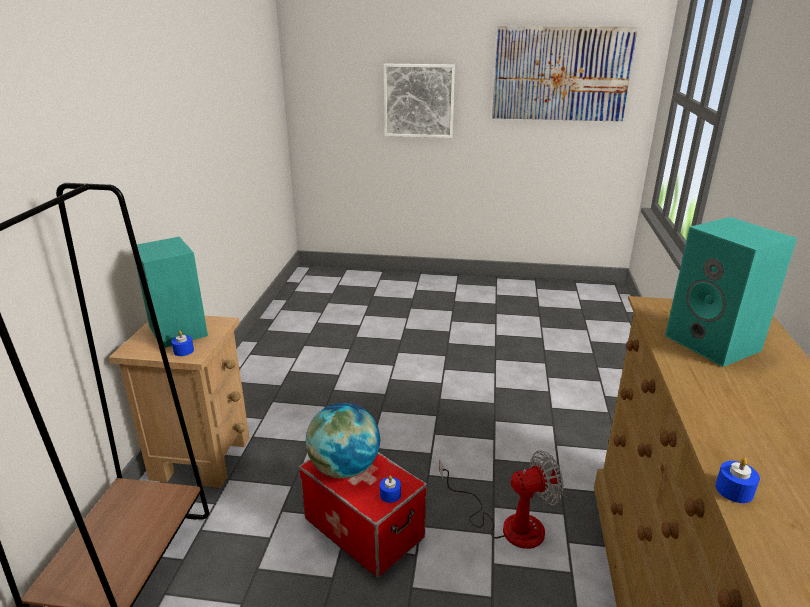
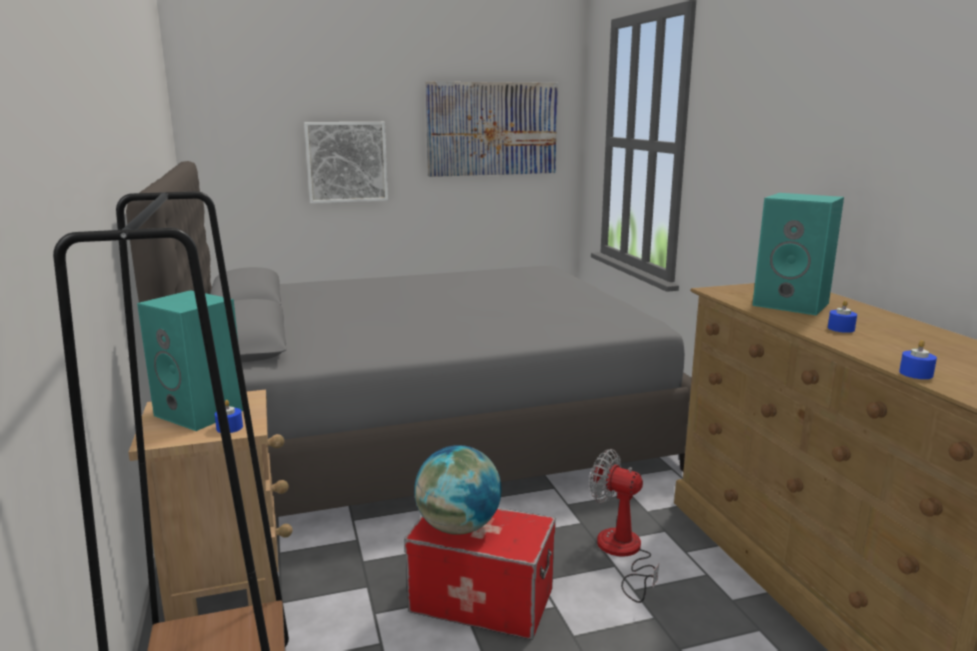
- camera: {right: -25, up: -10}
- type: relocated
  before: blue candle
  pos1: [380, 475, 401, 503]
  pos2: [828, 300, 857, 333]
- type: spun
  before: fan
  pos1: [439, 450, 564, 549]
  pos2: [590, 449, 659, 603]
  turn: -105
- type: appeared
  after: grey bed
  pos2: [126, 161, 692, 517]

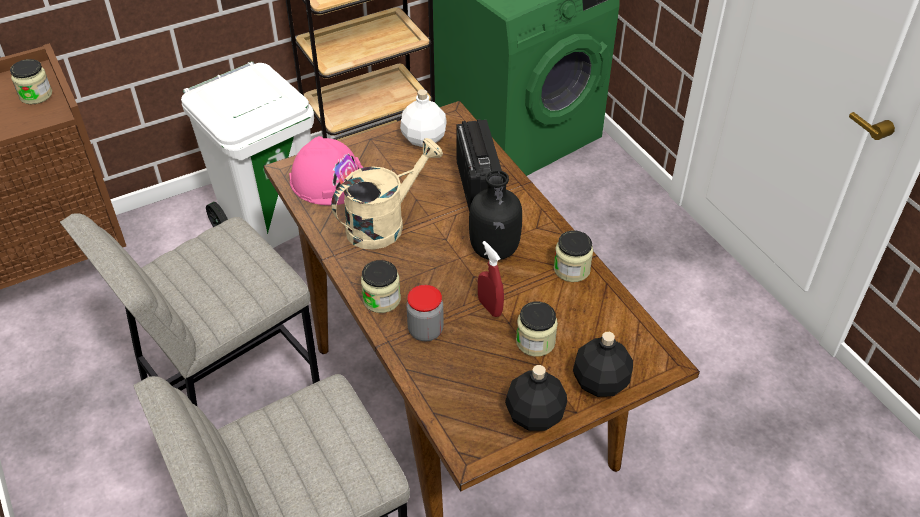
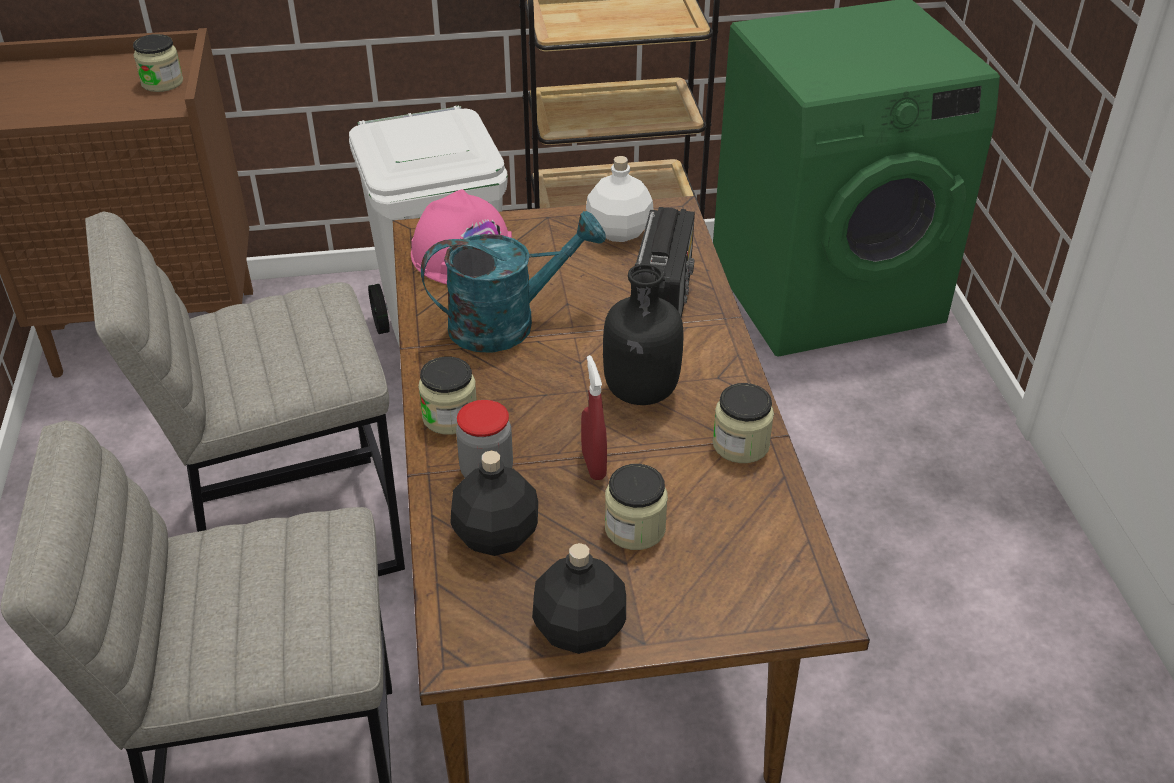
- camera: {right: 20, up: -5}
- type: colour
  before: beige watering can
  after: turquoise watering can
  pos1: [331, 138, 443, 249]
  pos2: [421, 211, 606, 353]
- type: relocated
  before: black bottle
  pos1: [573, 332, 633, 397]
  pos2: [450, 451, 538, 556]

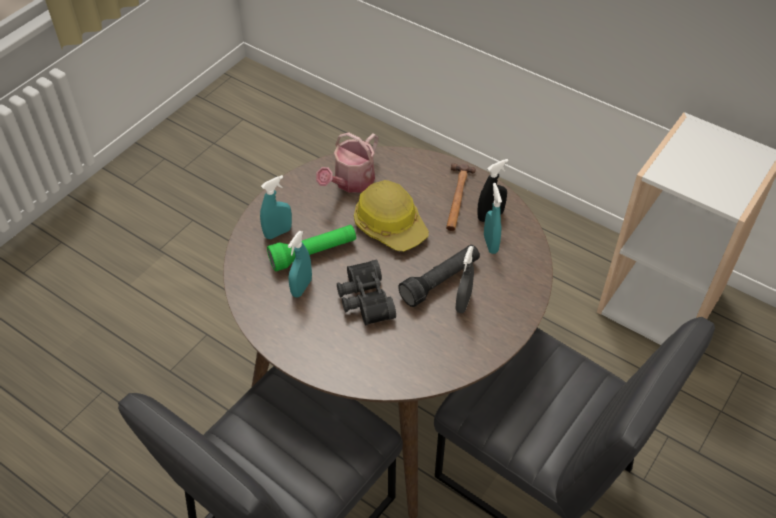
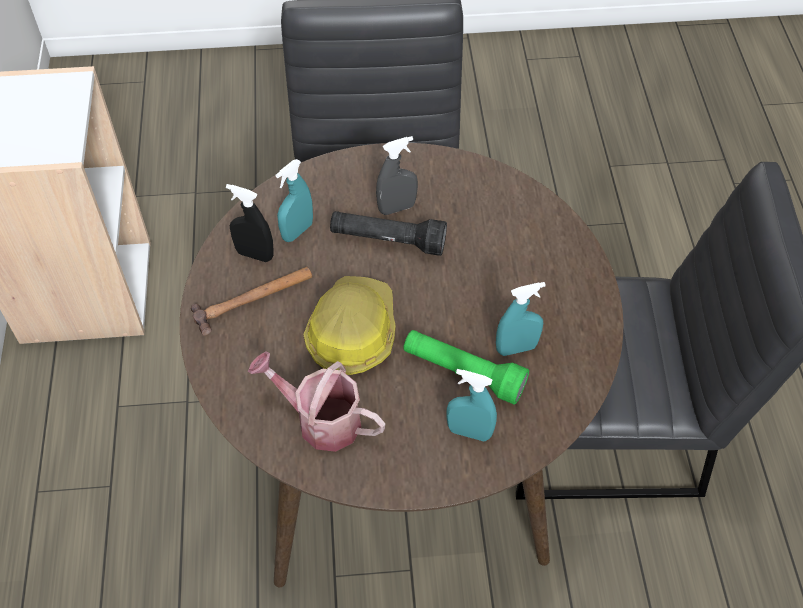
- camera: {right: -130, up: 5}
- type: spun
  before: watering can
  pos1: [316, 132, 378, 193]
  pos2: [248, 351, 385, 452]
  turn: -150
- type: missing
  before: black binoculars
  pos1: [337, 260, 396, 325]

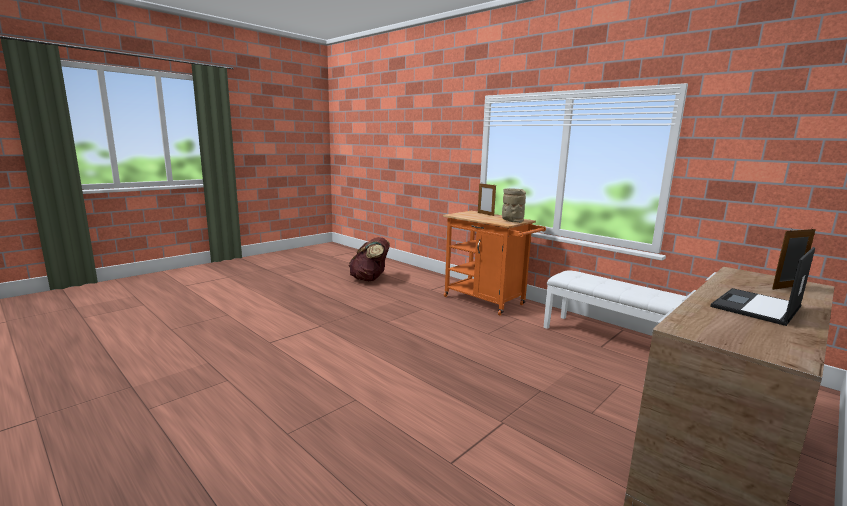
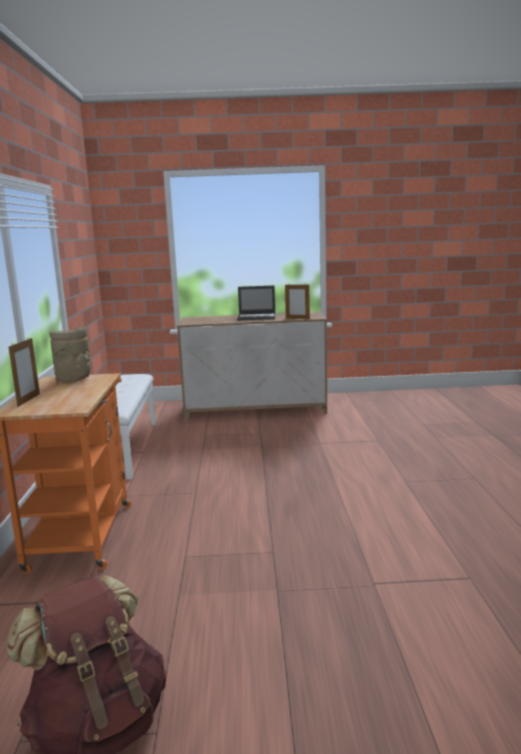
- camera: {right: -135, up: 0}
- type: relocated
  before: picture frame
  pos1: [772, 227, 816, 290]
  pos2: [285, 283, 310, 319]

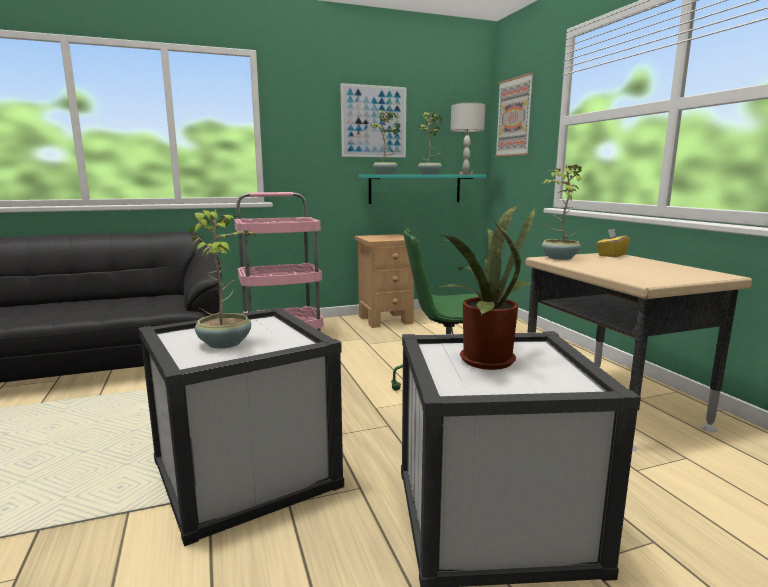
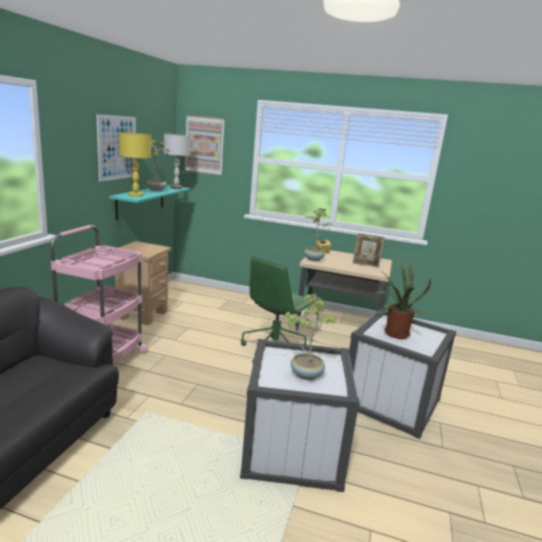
- camera: {right: -55, up: 5}
- type: exchanged
  before: potted plant
  after: yellow table lamp
  pos1: [370, 110, 400, 174]
  pos2: [119, 132, 151, 197]
- type: appeared
  after: picture frame
  pos2: [353, 233, 385, 267]

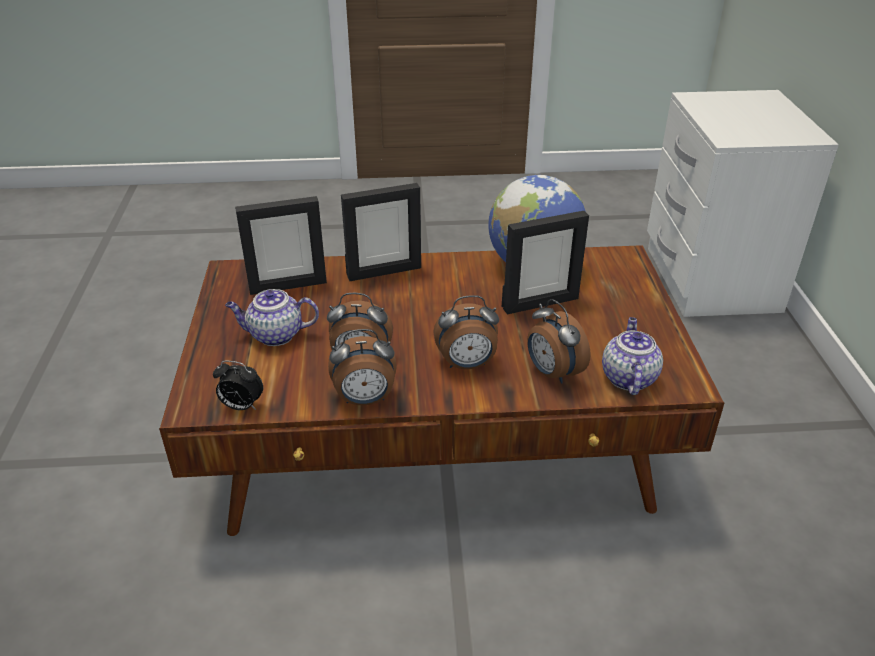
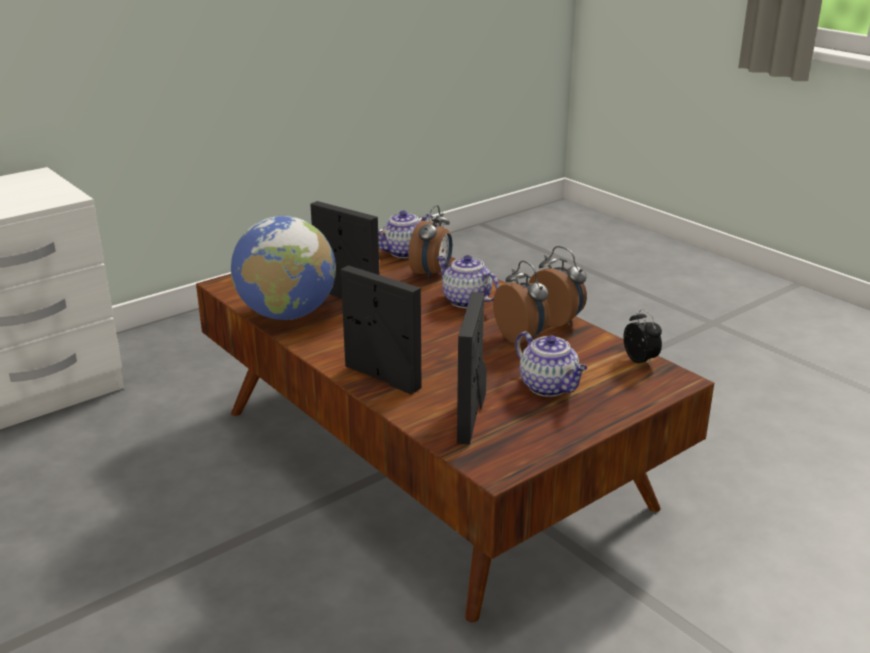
- camera: {right: -125, up: -10}
- type: spun
  before: picture frame
  pos1: [235, 196, 327, 295]
  pos2: [457, 292, 487, 445]
  turn: -120
- type: exchanged
  before: alarm clock
  after: teapot
  pos1: [433, 295, 499, 369]
  pos2: [437, 255, 500, 308]

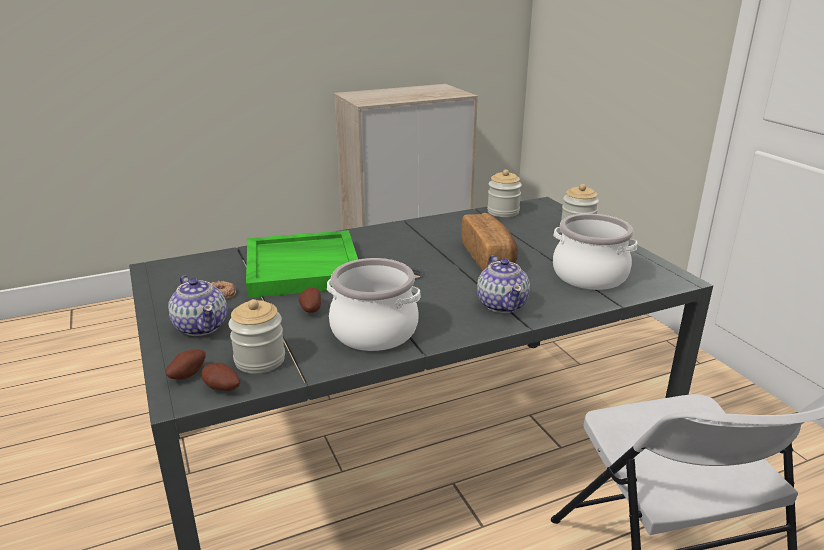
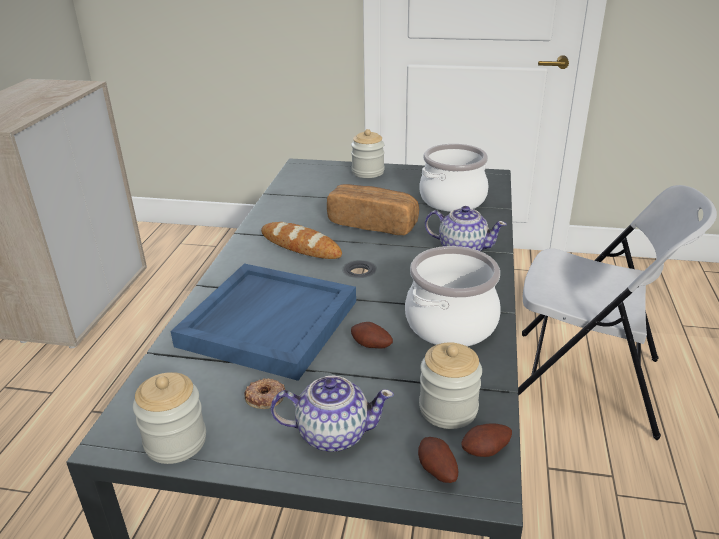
- camera: {right: -55, up: 5}
- type: colour
  before: green tray
  after: blue tray
  pos1: [246, 230, 358, 298]
  pos2: [171, 263, 356, 381]
- type: relocated
  before: jar
  pos1: [487, 170, 522, 217]
  pos2: [133, 372, 206, 464]
- type: appeared
  after: bread
  pos2: [261, 222, 342, 259]

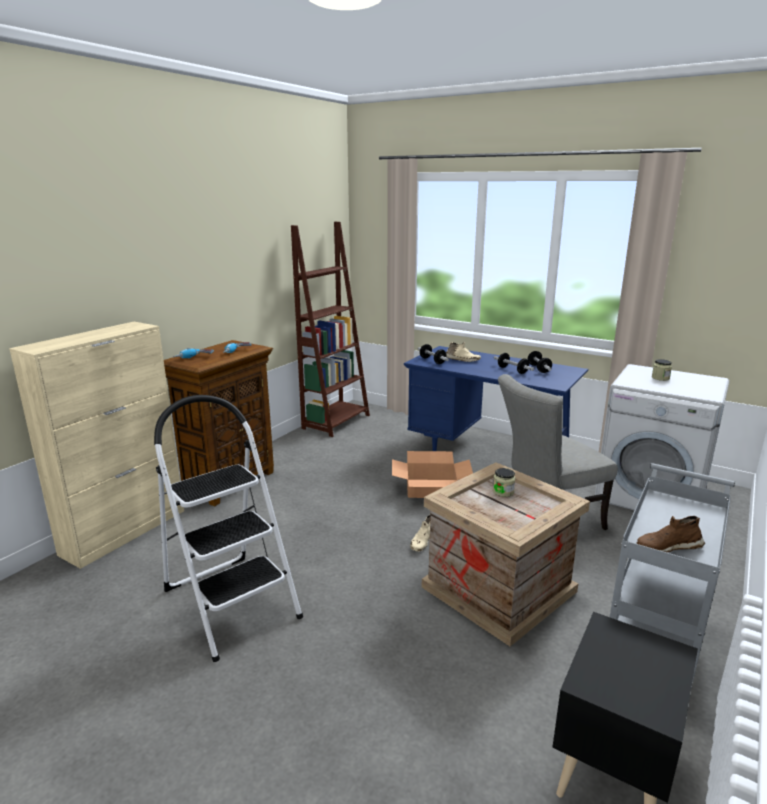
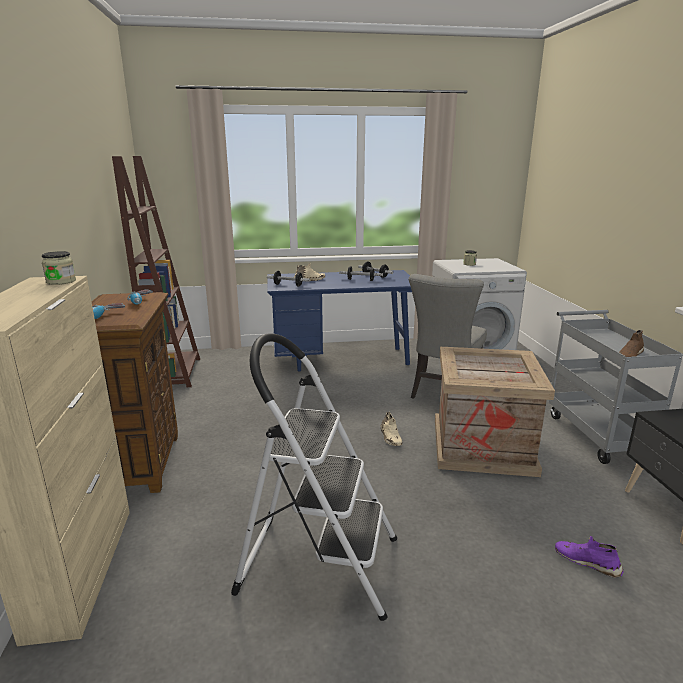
- camera: {right: -40, up: 0}
- type: missing
  before: cardboard box
  pos1: [392, 451, 473, 498]
- type: relocated
  before: jar
  pos1: [493, 468, 515, 497]
  pos2: [42, 251, 76, 285]
- type: appeared
  after: purple shoe
  pos2: [555, 536, 623, 578]

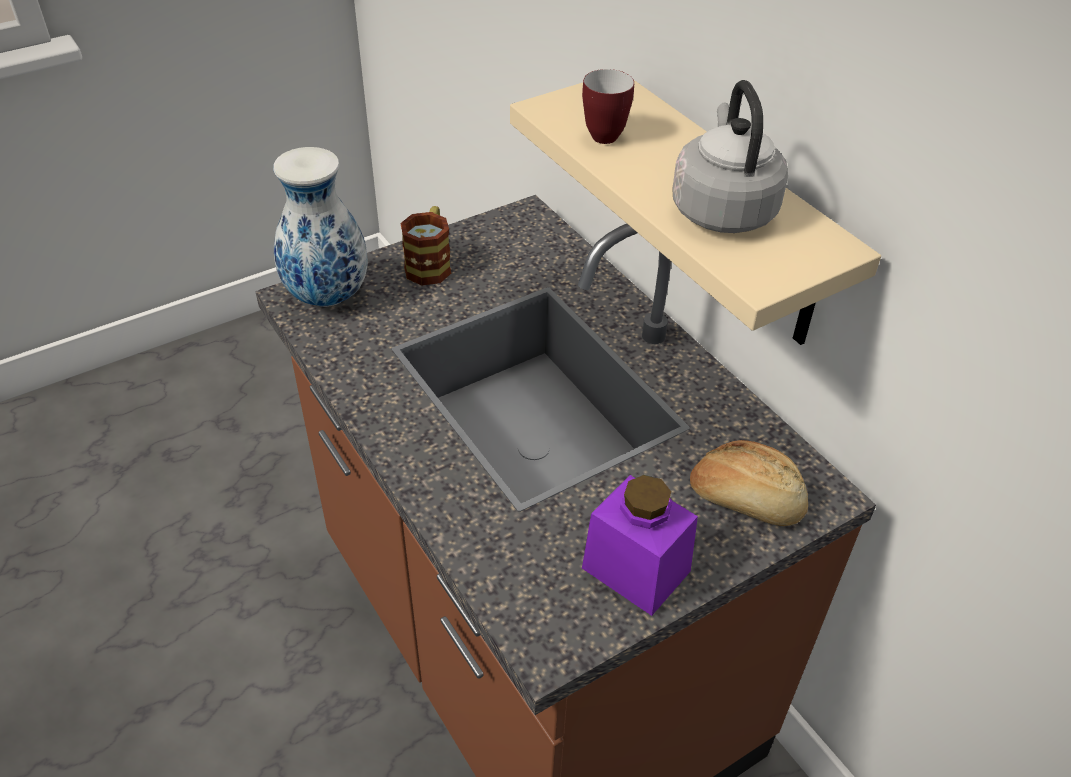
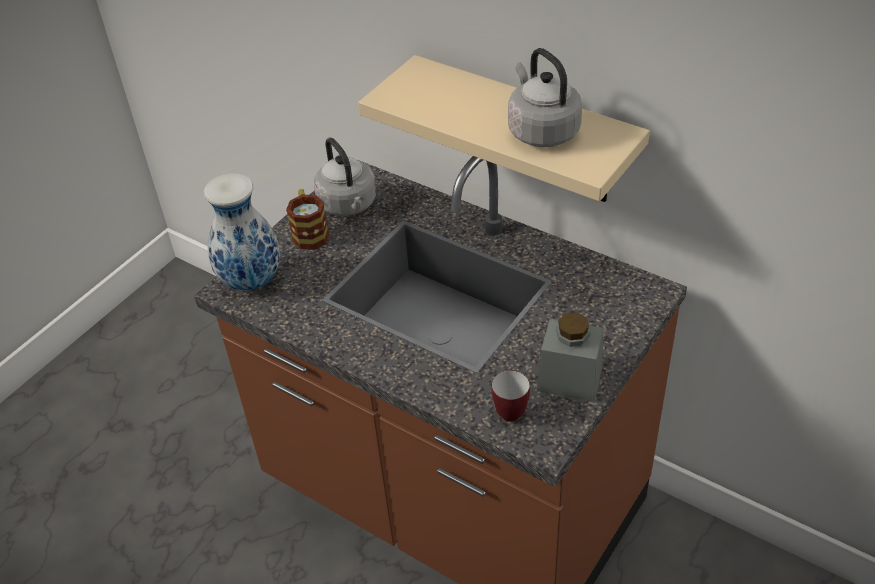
- camera: {right: -20, up: 0}
- type: relocated
  before: mug
  pos1: [582, 69, 634, 144]
  pos2: [491, 370, 530, 422]
- type: colour
  before: purple jar
  after: grey jar
  pos1: [582, 475, 698, 616]
  pos2: [537, 312, 604, 402]
- type: missing
  before: bread
  pos1: [690, 440, 808, 526]
- type: appeared
  after: grey kettle
  pos2: [314, 137, 376, 216]

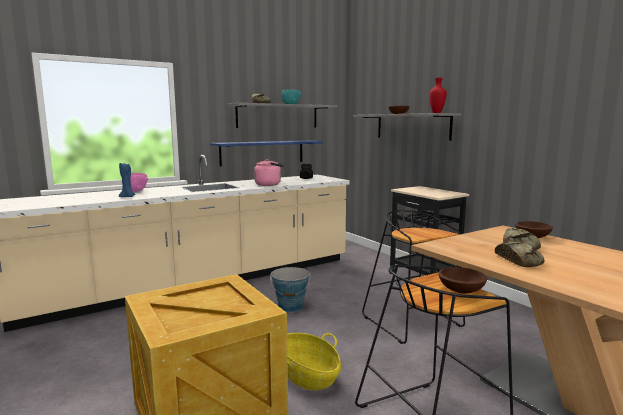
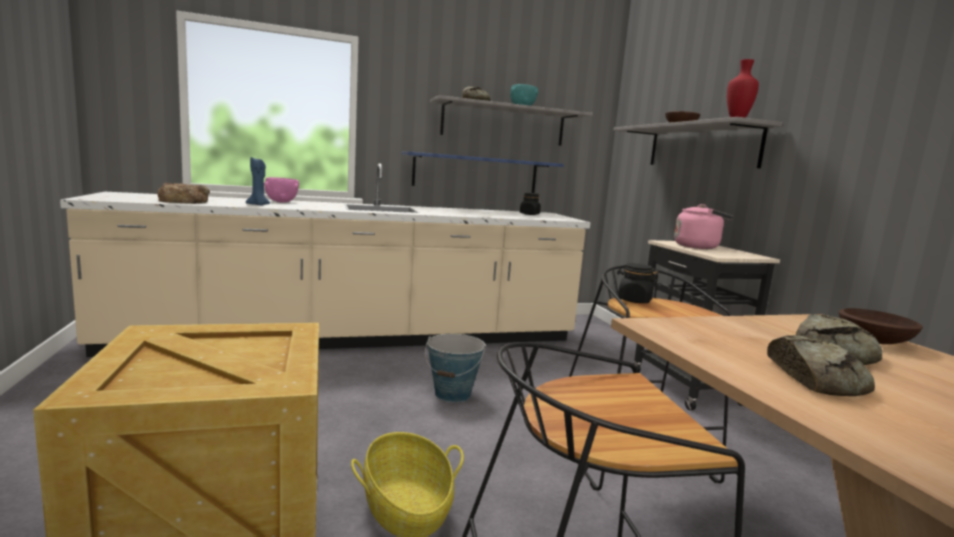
- camera: {right: 15, up: 0}
- type: relocated
  before: pink kettle
  pos1: [254, 159, 284, 186]
  pos2: [674, 204, 734, 249]
- type: missing
  before: brown bowl
  pos1: [438, 267, 488, 293]
- type: appeared
  after: bread
  pos2: [157, 183, 210, 204]
- type: appeared
  after: black jar
  pos2: [617, 263, 658, 303]

